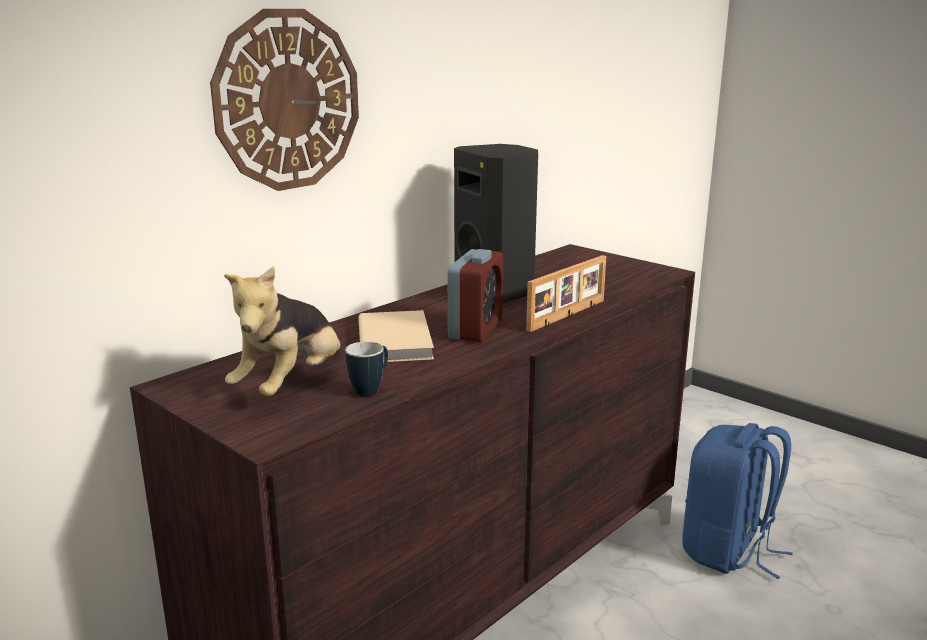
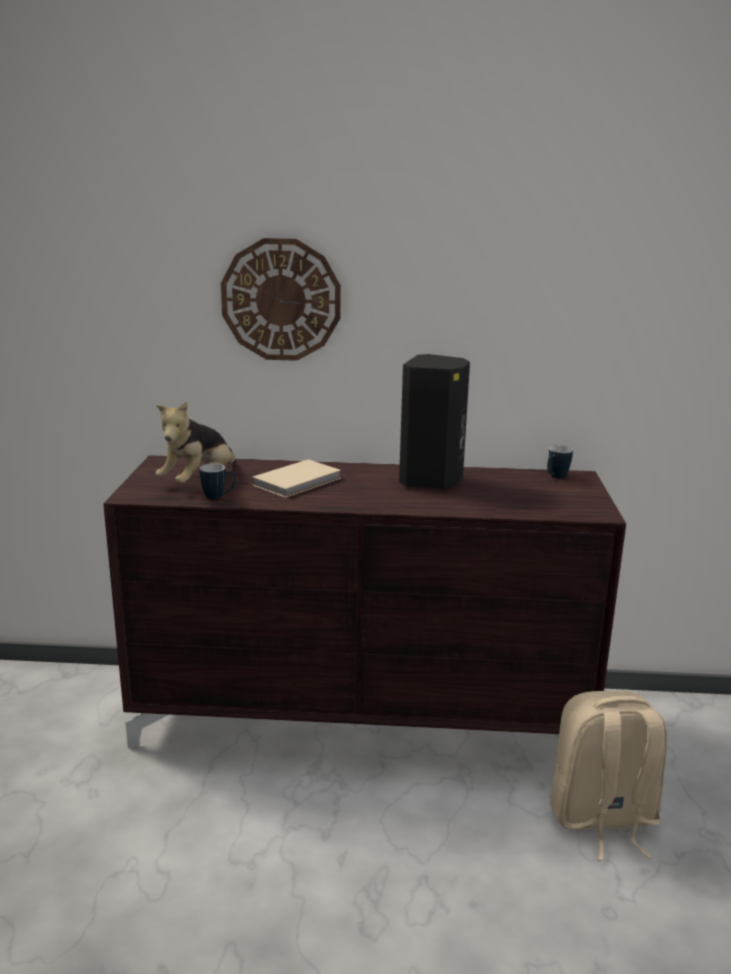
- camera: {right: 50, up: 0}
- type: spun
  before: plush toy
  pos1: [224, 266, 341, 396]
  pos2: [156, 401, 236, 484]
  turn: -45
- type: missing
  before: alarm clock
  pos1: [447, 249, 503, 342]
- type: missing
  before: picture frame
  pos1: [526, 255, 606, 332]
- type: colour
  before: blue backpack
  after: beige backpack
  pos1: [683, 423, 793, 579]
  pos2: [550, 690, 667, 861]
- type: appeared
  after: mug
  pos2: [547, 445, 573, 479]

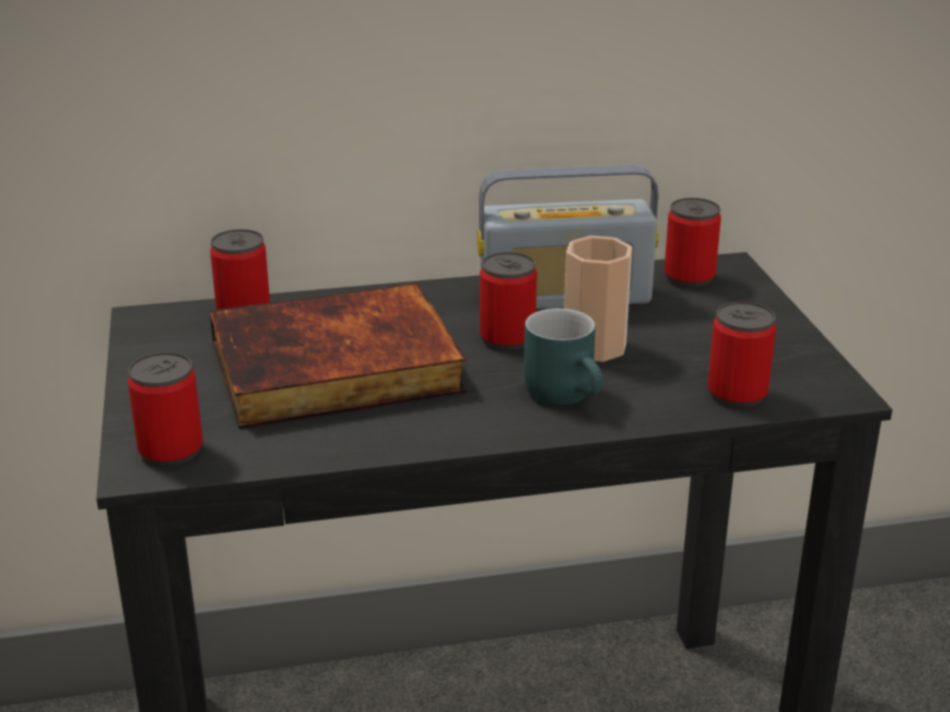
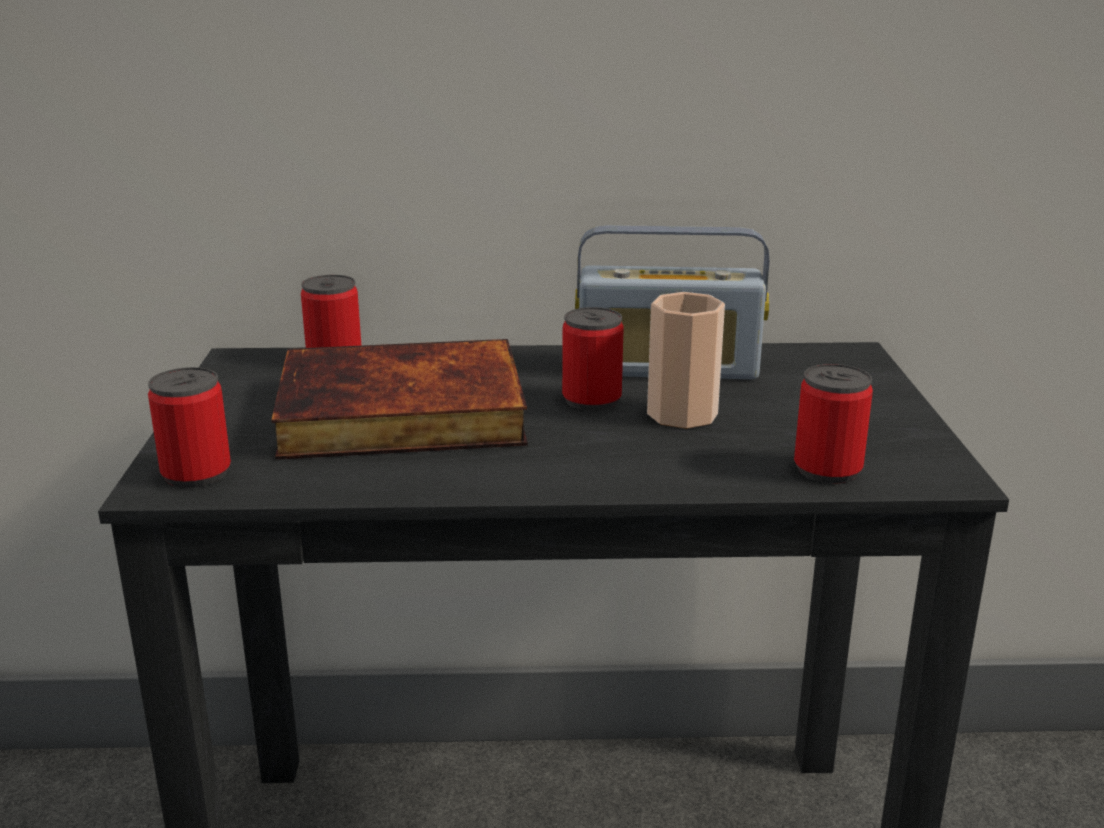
- camera: {right: 10, up: -5}
- type: missing
  before: turquoise mug
  pos1: [524, 308, 603, 406]
- type: missing
  before: can
  pos1: [664, 198, 721, 287]

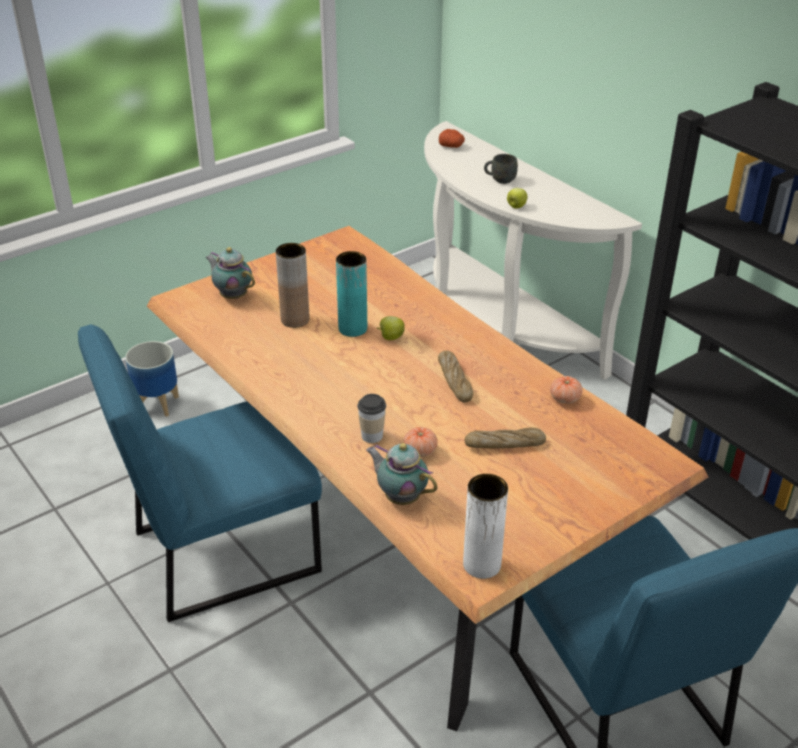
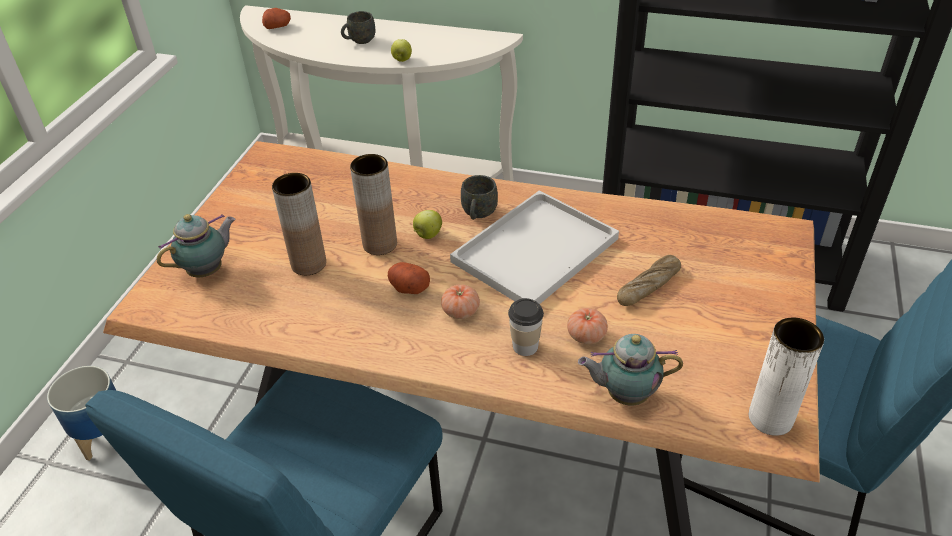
- camera: {right: -35, up: 5}
- type: spun
  before: teapot
  pos1: [206, 247, 255, 299]
  pos2: [157, 214, 235, 278]
  turn: 135
- type: colour
  before: turquoise vase
  after: brown vase
  pos1: [336, 251, 367, 337]
  pos2: [350, 154, 397, 255]
- type: exchanged
  before: bread
  after: white tray
  pos1: [438, 351, 473, 403]
  pos2: [450, 190, 619, 304]
- type: relocated
  before: tomato
  pos1: [550, 376, 583, 404]
  pos2: [441, 285, 480, 319]
- type: appeared
  after: potato
  pos2: [388, 262, 430, 294]
- type: appeared
  after: grey mug
  pos2: [461, 175, 498, 220]

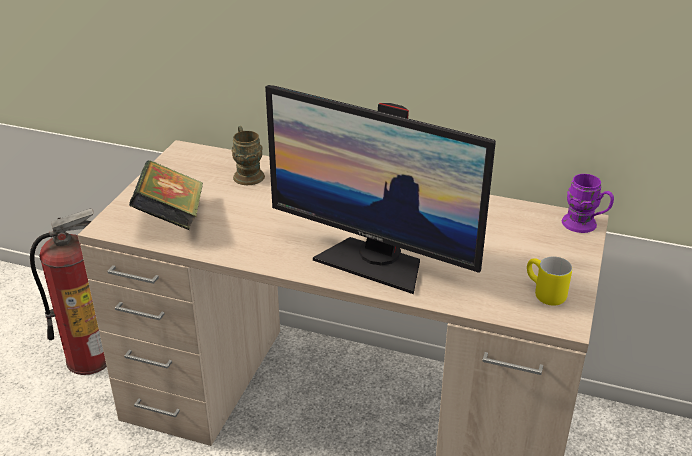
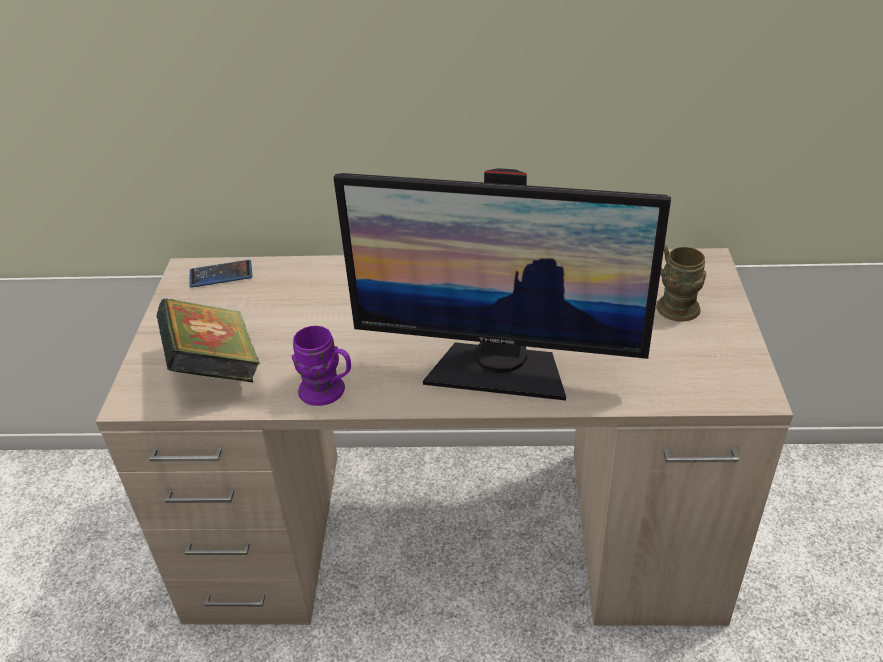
- camera: {right: -15, up: 5}
- type: missing
  before: fire extinguisher
  pos1: [30, 208, 107, 375]
- type: relocated
  before: brown mug
  pos1: [231, 126, 265, 185]
  pos2: [656, 245, 706, 322]
- type: missing
  before: yellow mug
  pos1: [527, 256, 572, 305]
- type: relocated
  before: purple mug
  pos1: [562, 174, 614, 233]
  pos2: [292, 326, 351, 406]
- type: appeared
  after: phone
  pos2: [190, 260, 252, 288]

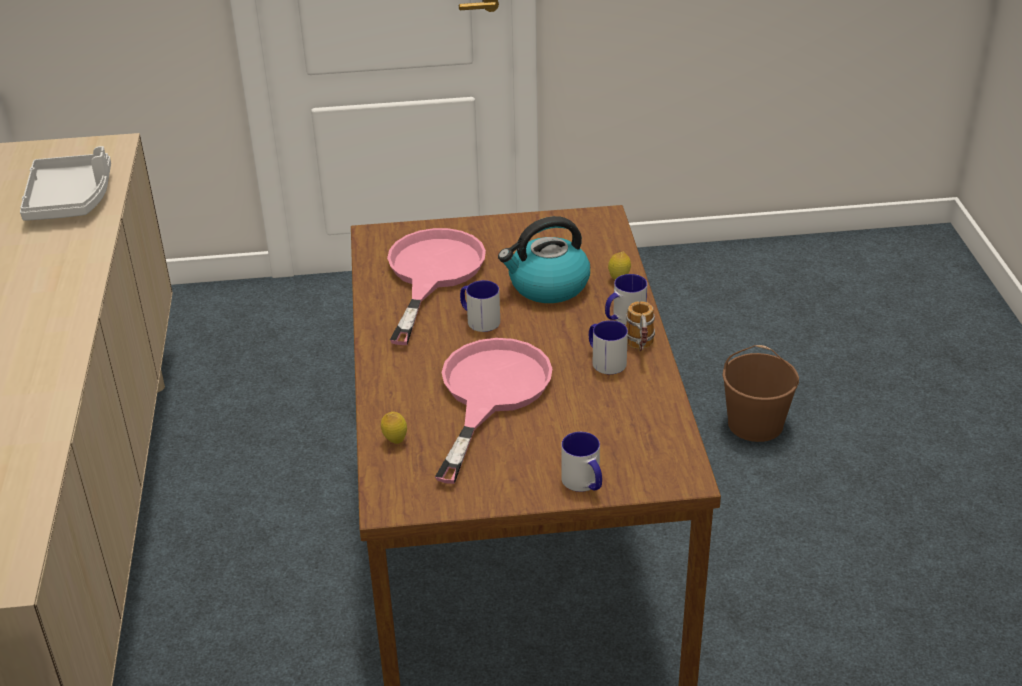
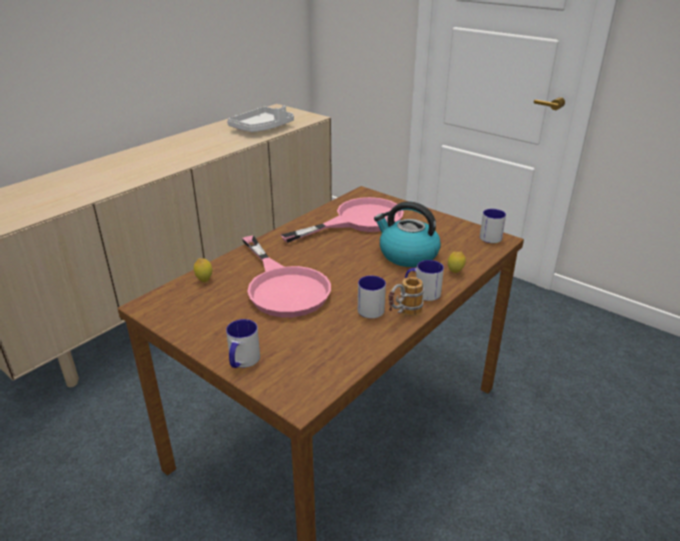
- camera: {right: 45, up: -5}
- type: spun
  before: pink frying pan
  pos1: [435, 338, 552, 484]
  pos2: [242, 235, 331, 317]
  turn: 90
- type: relocated
  before: mug
  pos1: [460, 280, 500, 332]
  pos2: [480, 209, 506, 243]
- type: missing
  before: brown bucket
  pos1: [723, 345, 799, 442]

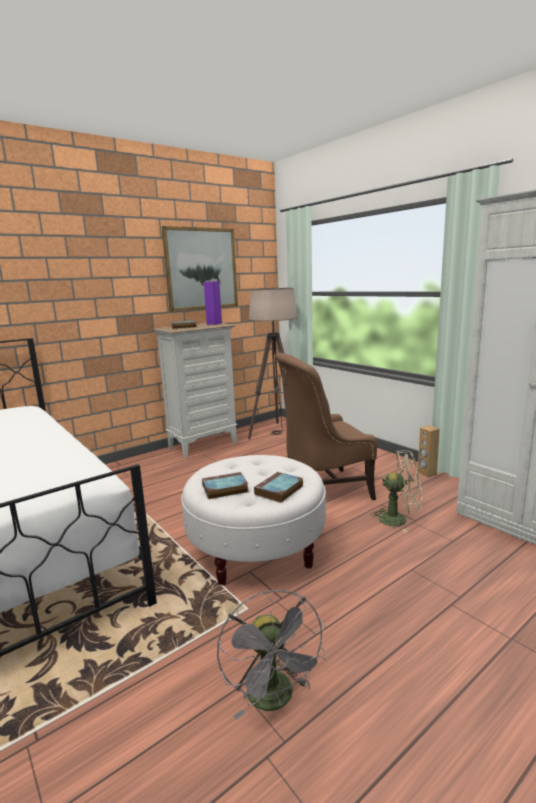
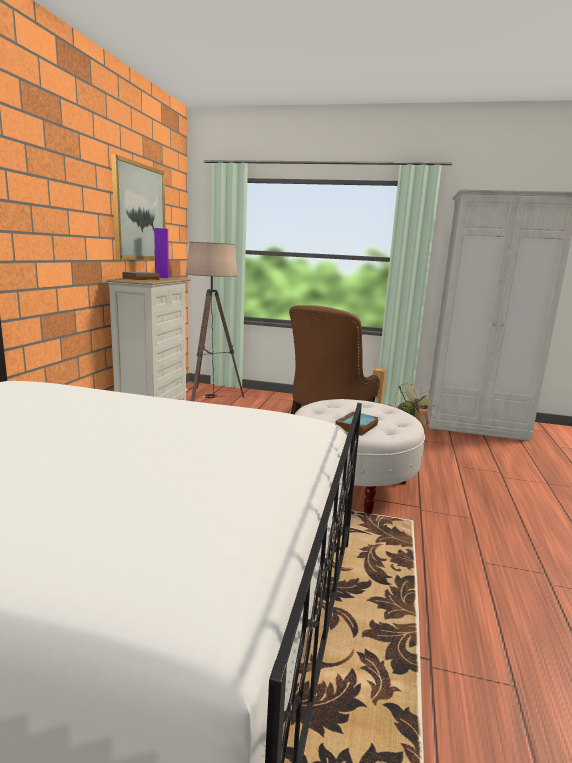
- camera: {right: -40, up: 0}
- type: missing
  before: grey fan
  pos1: [217, 590, 327, 720]
- type: missing
  before: book
  pos1: [254, 472, 303, 503]

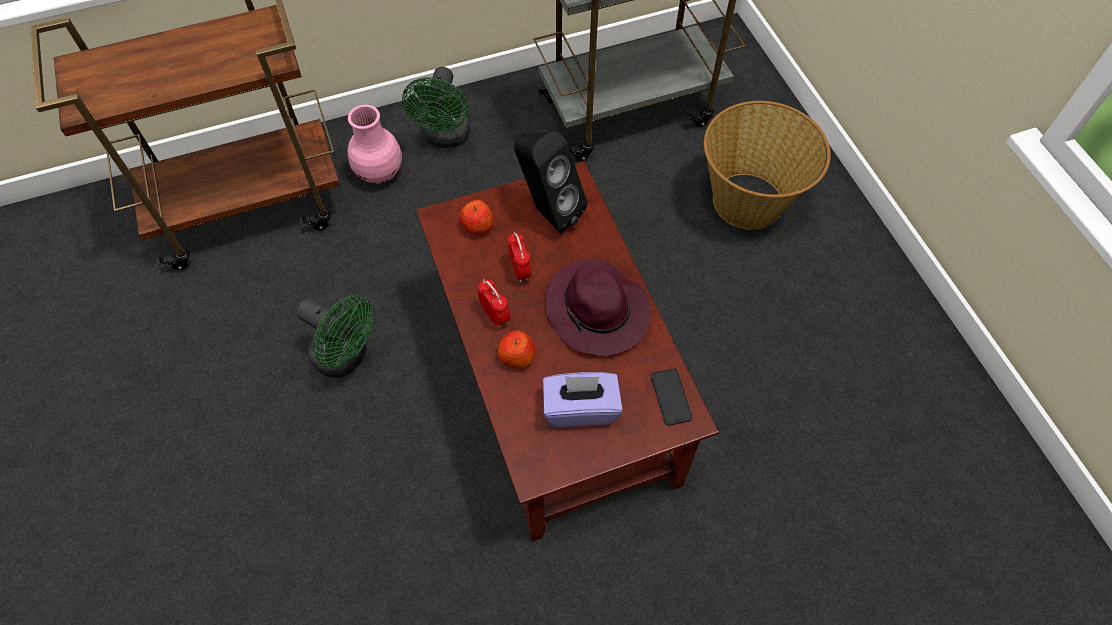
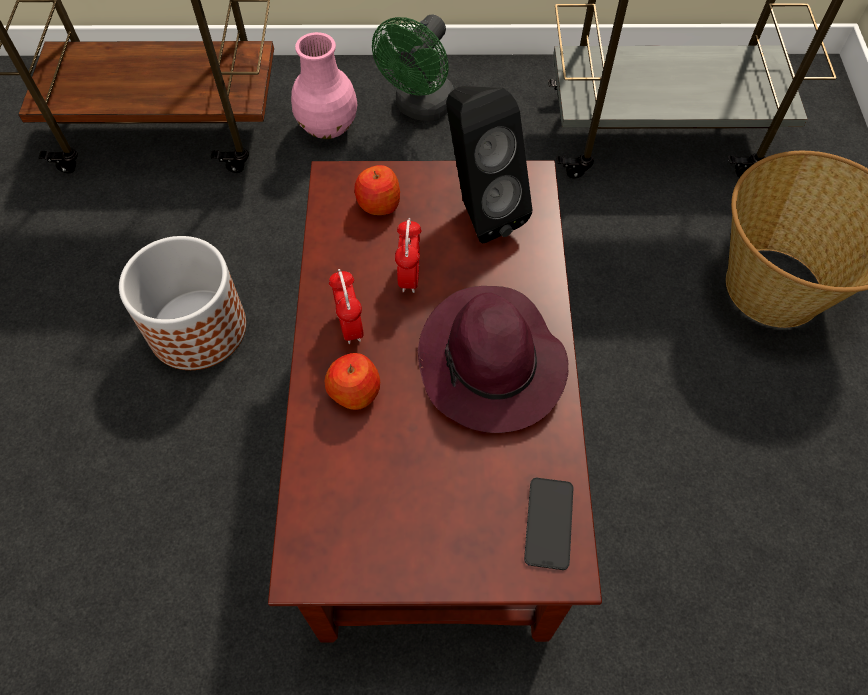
- camera: {right: 20, up: 0}
- type: exchanged
  before: green fan
  after: planter
  pos1: [297, 295, 374, 378]
  pos2: [119, 236, 246, 370]
- type: missing
  before: purple tissue box
  pos1: [543, 372, 623, 427]

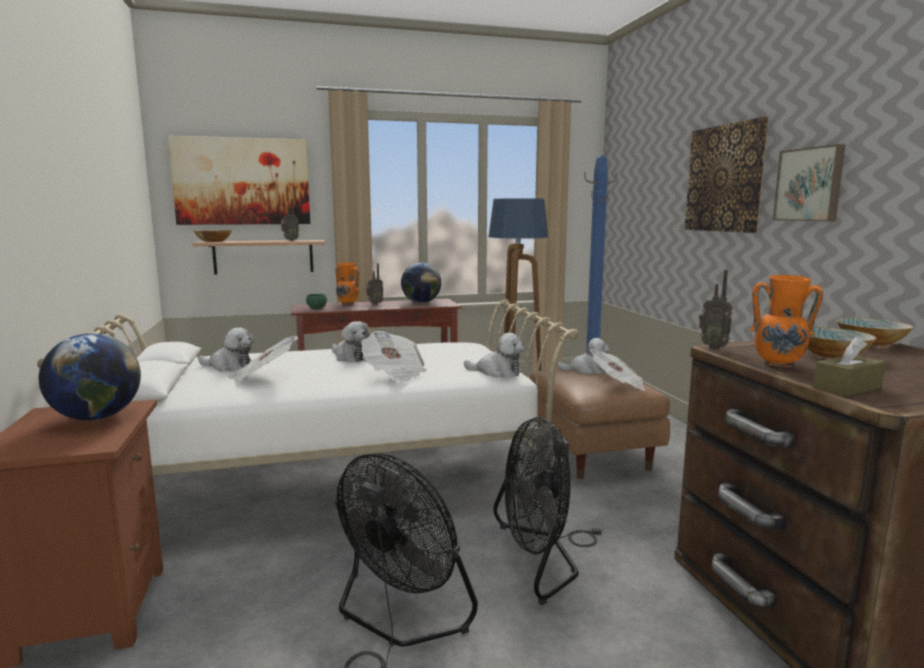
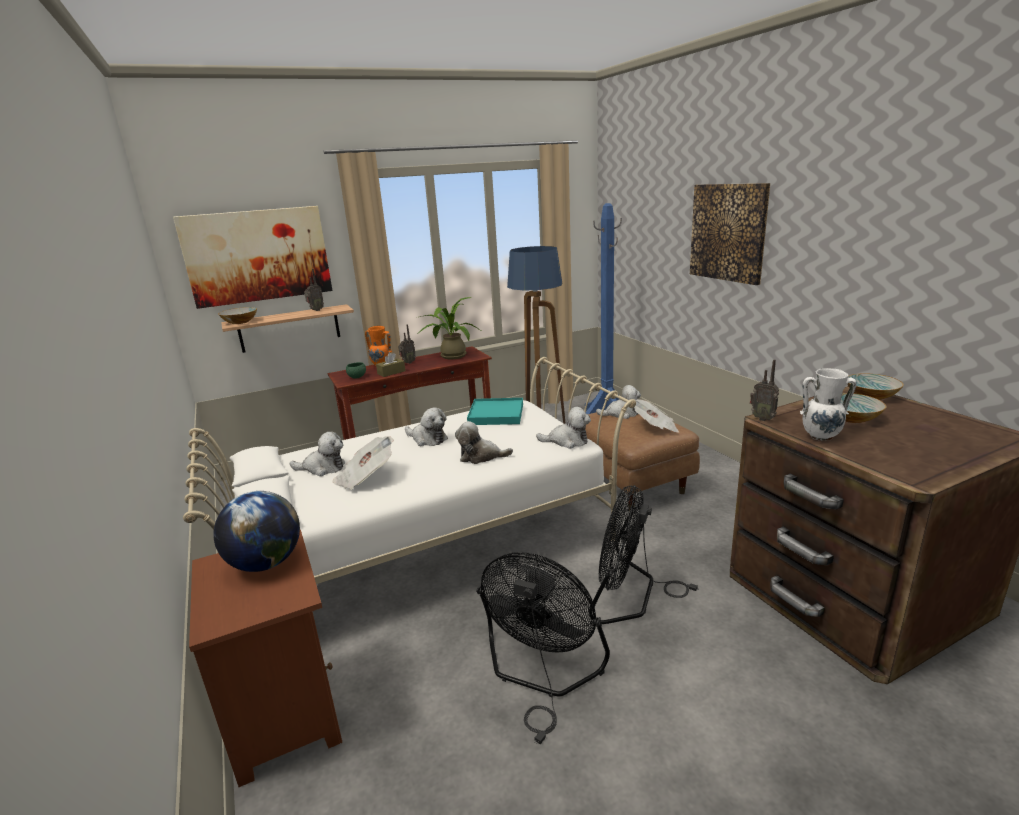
- camera: {right: -10, up: 10}
- type: exchanged
  before: newspaper
  after: plush toy
  pos1: [361, 331, 427, 383]
  pos2: [455, 421, 513, 464]
- type: exchanged
  before: globe
  after: potted plant
  pos1: [401, 262, 441, 303]
  pos2: [416, 297, 481, 359]
- type: spun
  before: black fan
  pos1: [493, 417, 604, 605]
  pos2: [589, 485, 699, 627]
  turn: 45
- type: colour
  before: orange vase
  after: white vase
  pos1: [750, 275, 823, 367]
  pos2: [800, 368, 857, 441]
- type: missing
  before: picture
  pos1: [773, 144, 845, 221]
- type: relocated
  before: brown tissue box
  pos1: [813, 336, 886, 397]
  pos2: [376, 352, 406, 377]
- type: appeared
  after: turquoise tray
  pos2: [467, 398, 523, 425]

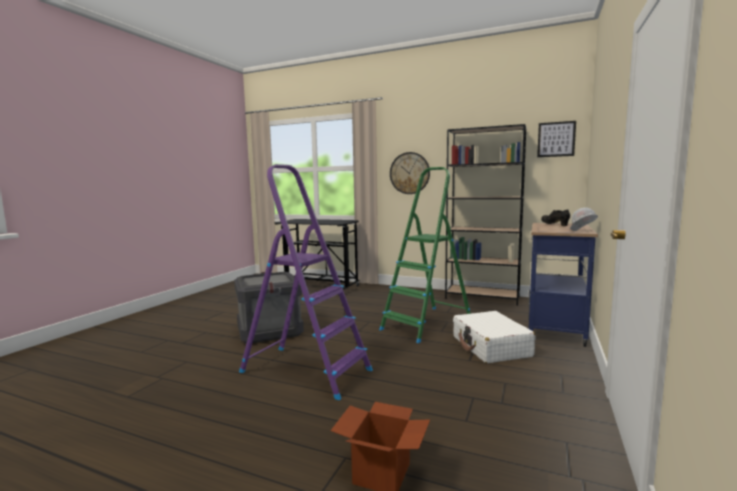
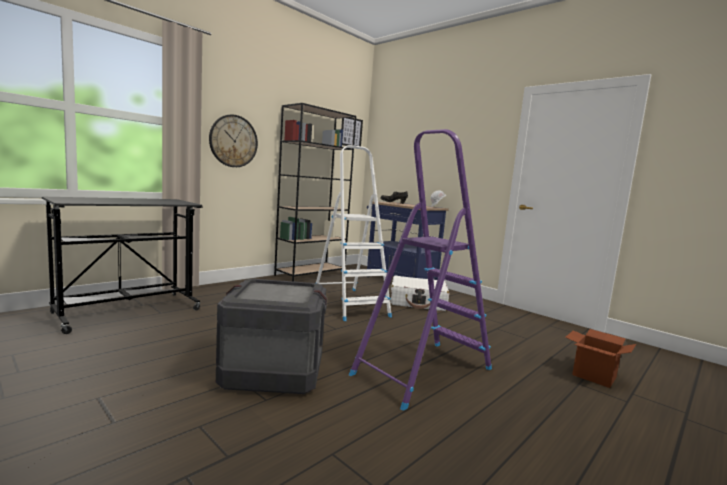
- camera: {right: -70, up: 0}
- type: colour
  before: green step ladder
  after: white step ladder
  pos1: [379, 167, 471, 343]
  pos2: [316, 145, 392, 321]

